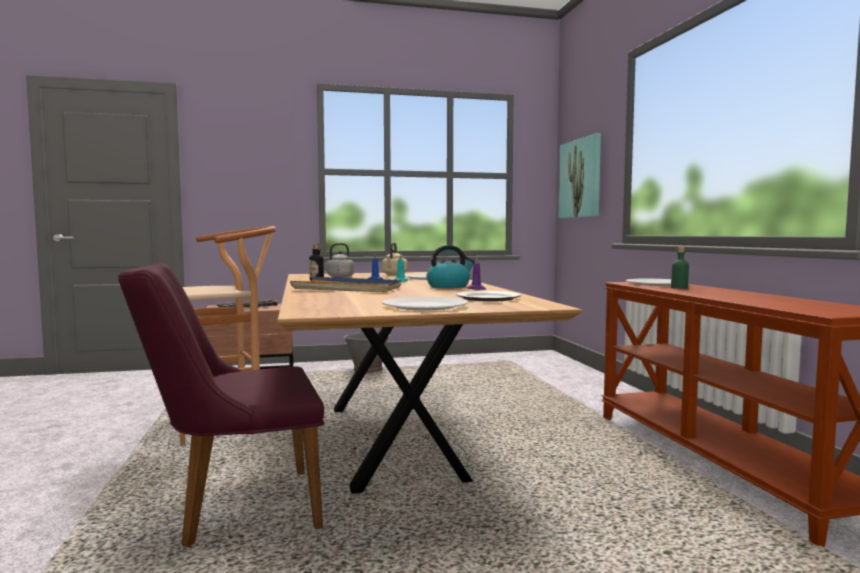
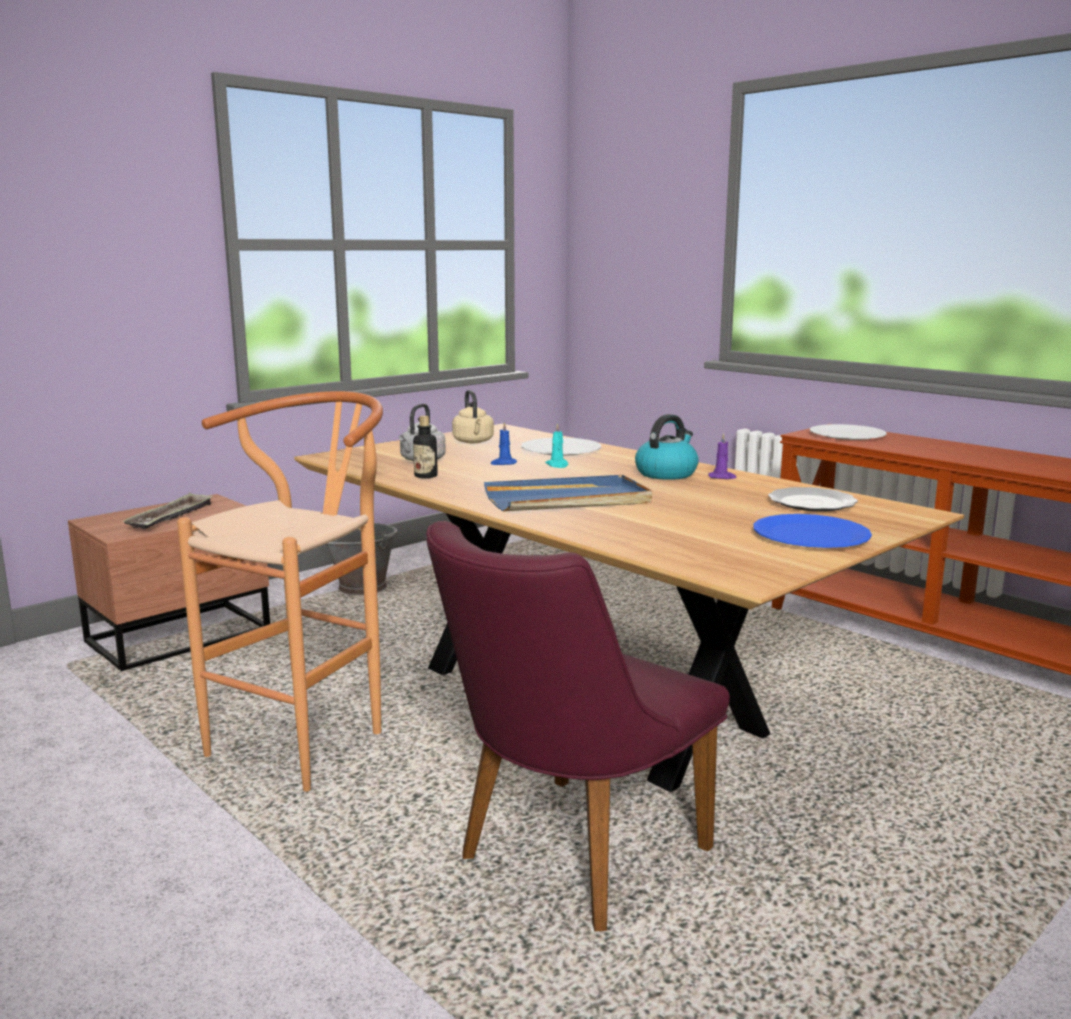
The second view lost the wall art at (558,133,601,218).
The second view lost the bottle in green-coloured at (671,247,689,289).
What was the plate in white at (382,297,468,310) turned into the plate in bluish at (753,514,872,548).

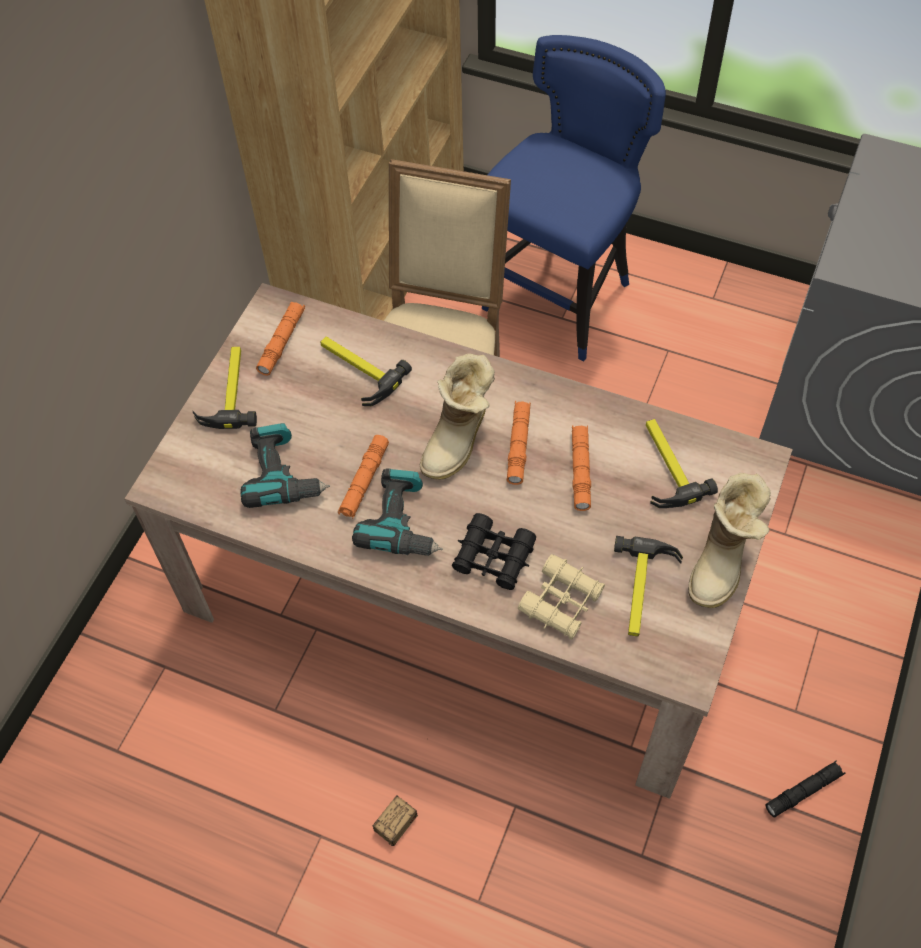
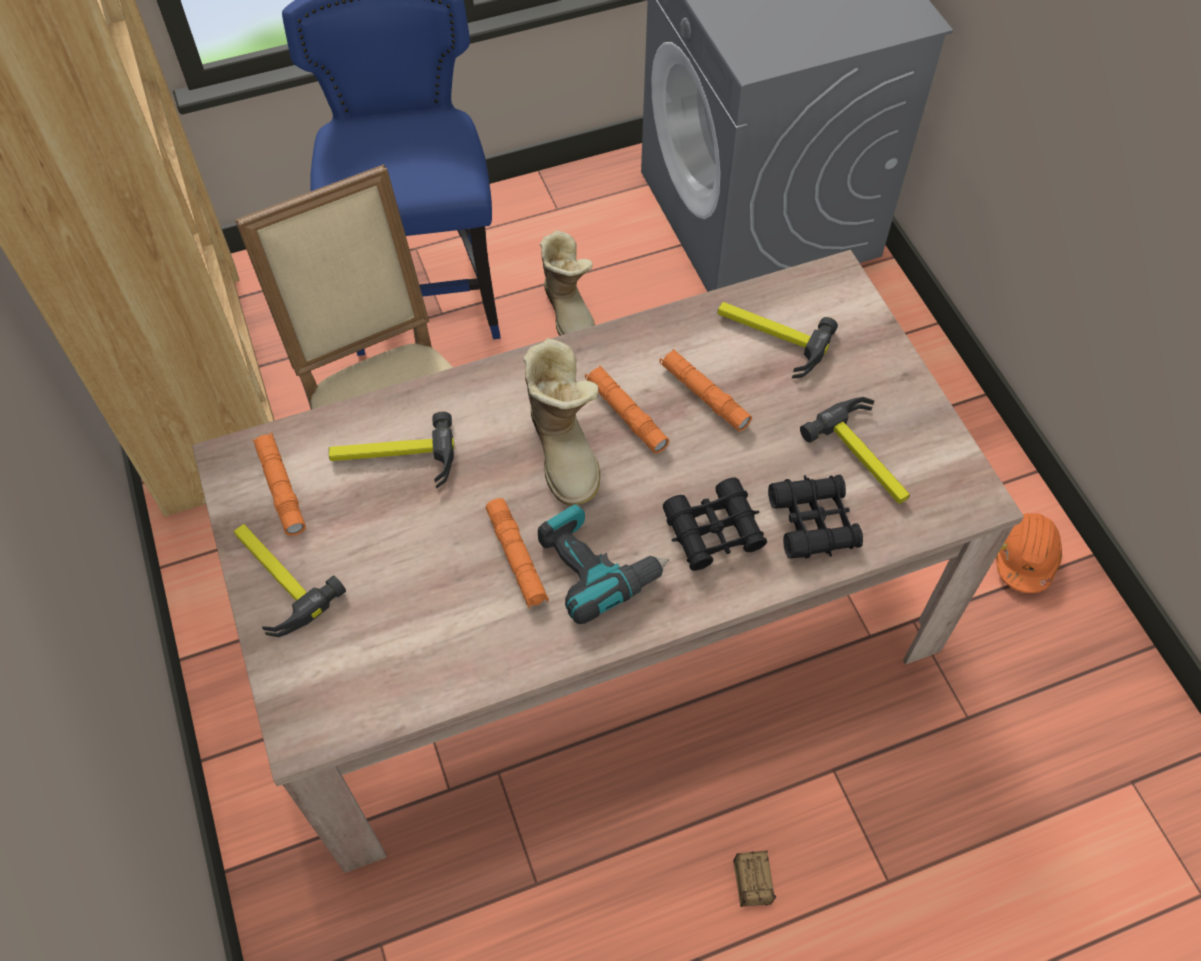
The second view lost the electric drill at (240,423,330,508).
The tall boot ended up elsewhere, having gone from (688,473,771,608) to (540,230,595,336).
Where the flashlight in black stood at (766,760,845,817), the hard hat in orange came to stand at (996,513,1062,593).
What was the binoculars in beige-coloured at (518,554,605,640) turned into the binoculars in black at (768,475,863,559).

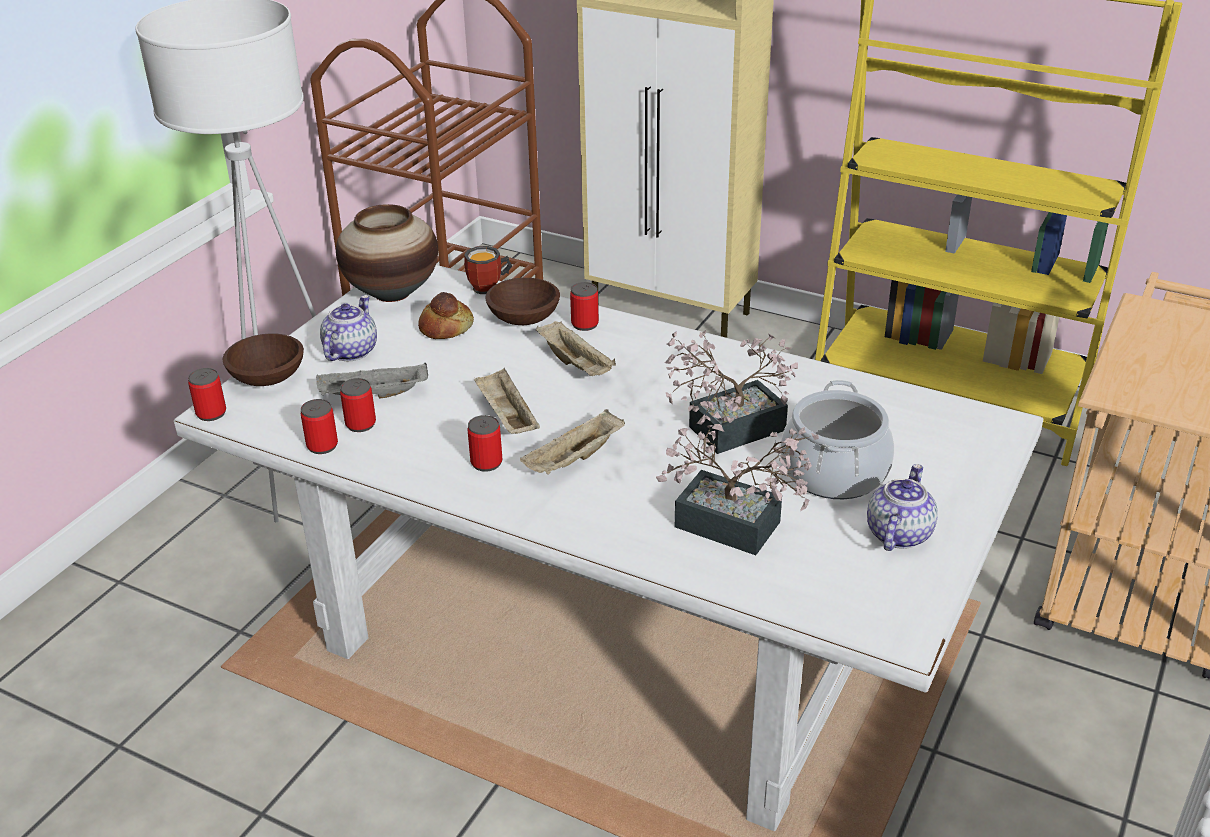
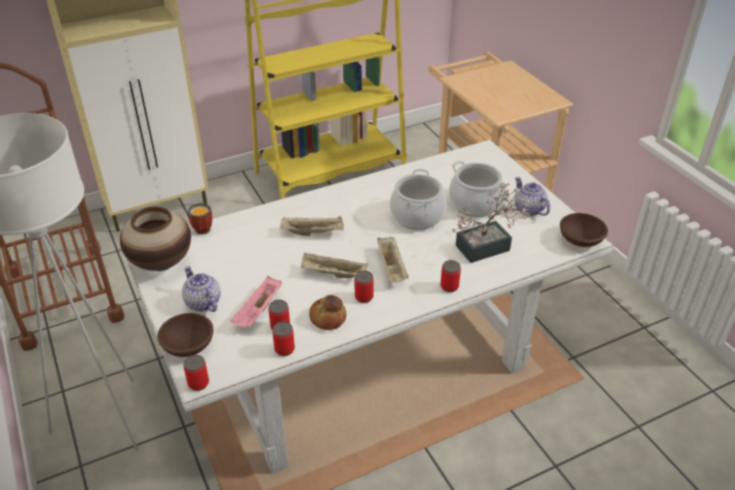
The bakery bread ended up elsewhere, having gone from (418,292,474,339) to (309,295,347,330).
The serving bowl in brownish ended up elsewhere, having gone from (485,278,560,325) to (560,213,608,247).
The metal can ended up elsewhere, having gone from (570,282,599,331) to (440,260,461,292).
Where the houseplant stood at (664,330,798,454), the cooking pot came to stand at (390,169,447,230).
What was the tray in gray at (316,362,428,398) turned into the tray in pink at (230,276,282,327).

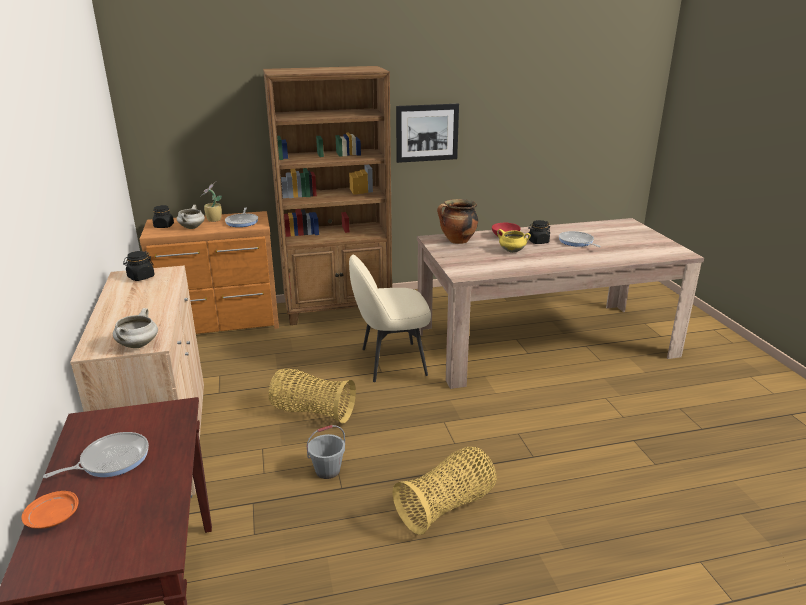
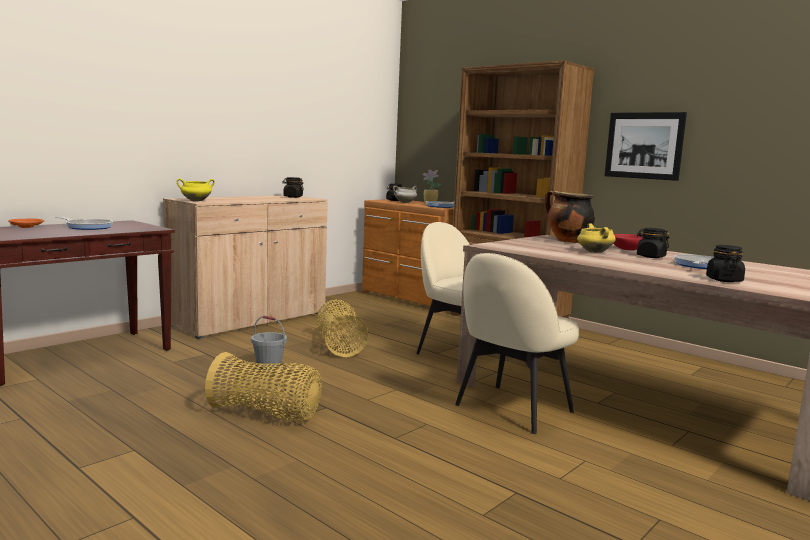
The second view gained the chair in beige-coloured at (455,253,579,434).
The second view gained the jar in black at (706,245,745,282).
What was the cooking pot in white at (113,308,158,348) turned into the cooking pot in yellow at (177,178,215,201).

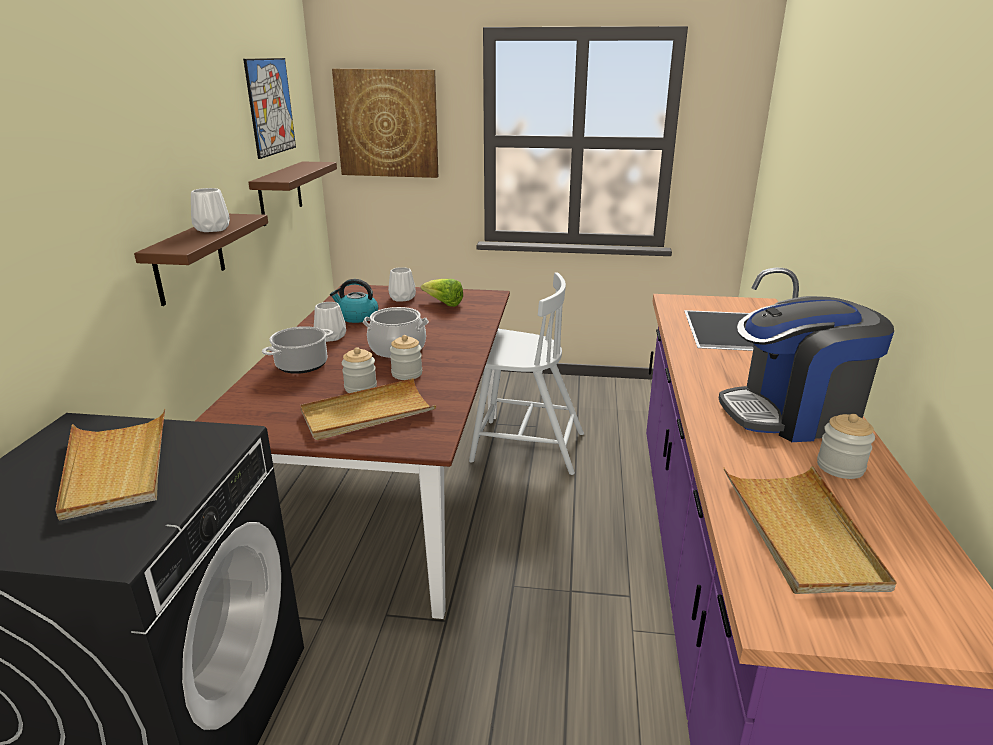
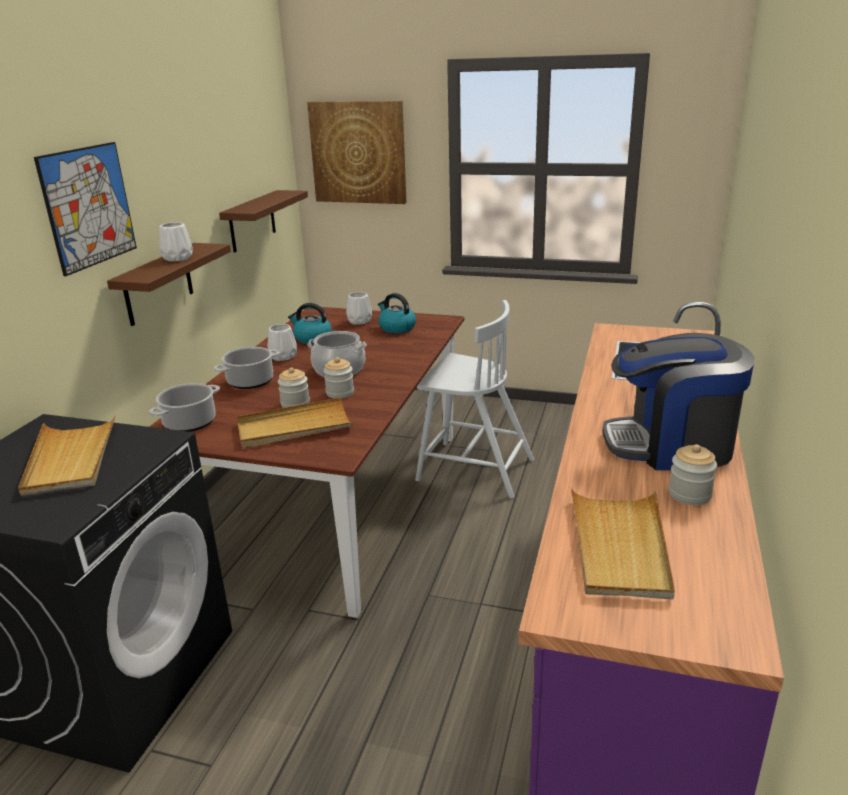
The second view gained the cooking pot at (149,383,220,432).
The wall art ended up elsewhere, having gone from (243,58,296,159) to (34,142,137,276).
Where the lettuce stood at (421,279,463,307), the kettle came to stand at (378,293,416,333).

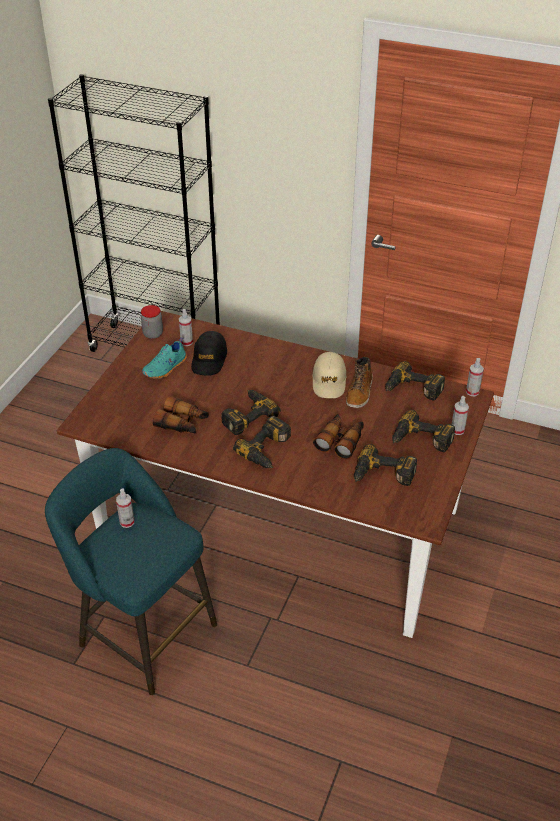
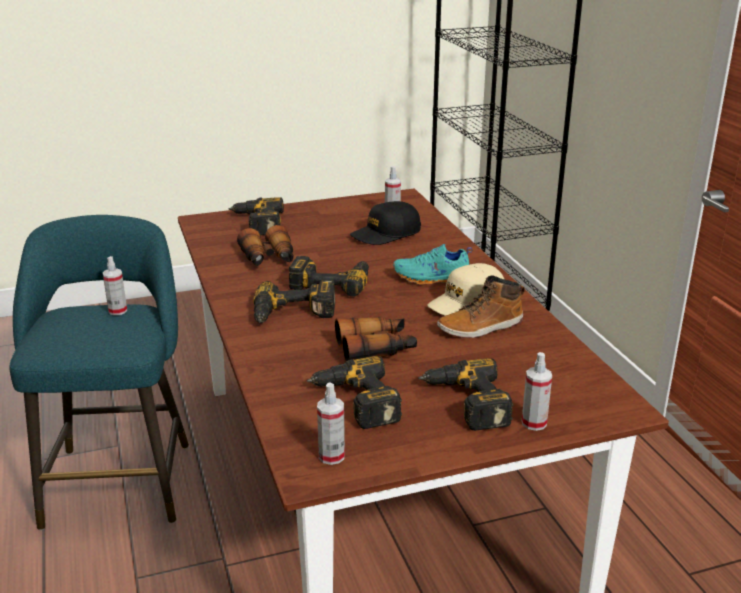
The second view lost the jar at (141,305,163,339).
The item of footwear in turquoise-coloured ended up elsewhere, having gone from (142,338,187,379) to (393,244,472,285).
The electric drill ended up elsewhere, having gone from (385,361,445,401) to (228,197,284,236).
The hand sprayer ended up elsewhere, having gone from (466,358,484,396) to (317,382,345,465).

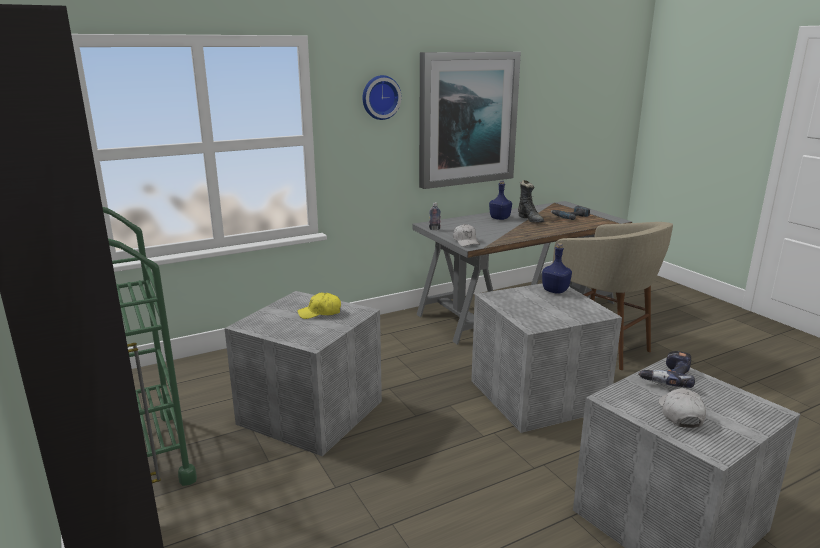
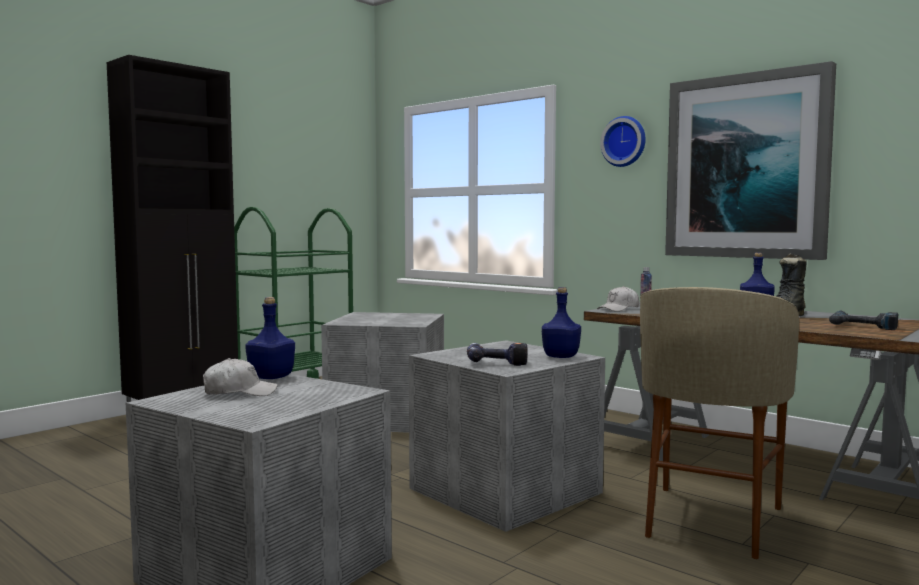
The second view lost the cap in yellow at (298,293,341,319).
The second view gained the bottle in bluish at (245,297,295,379).
The electric drill ended up elsewhere, having gone from (638,351,695,388) to (467,343,527,366).

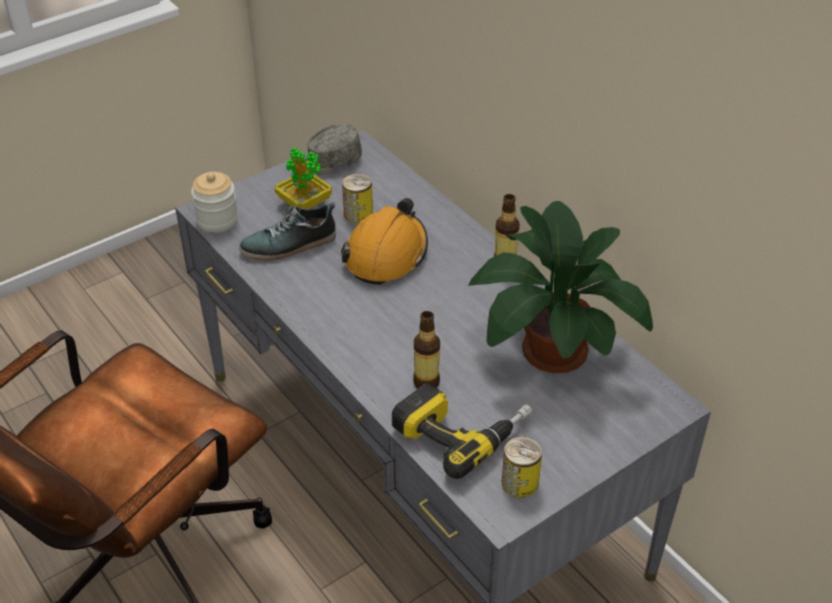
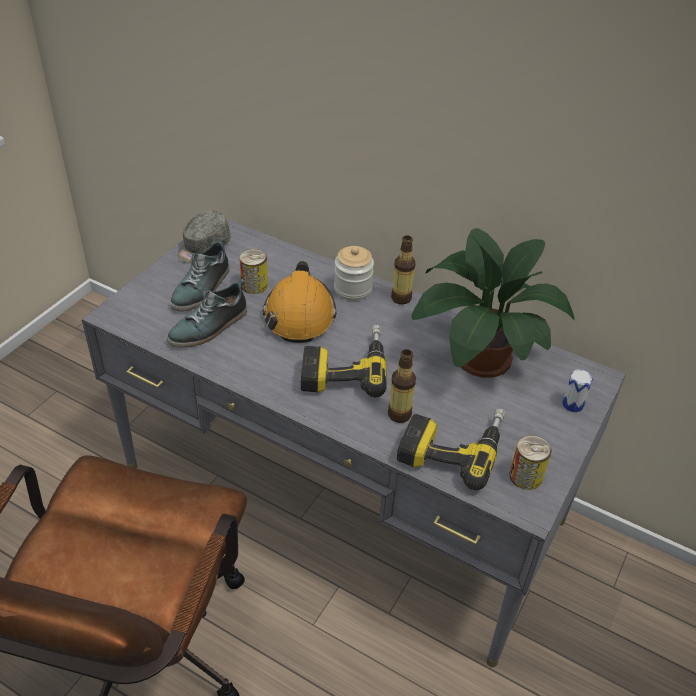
The second view gained the electric drill at (301,325,387,397).
The second view gained the metal can at (562,369,593,412).
The jar ended up elsewhere, having gone from (191,172,238,232) to (334,246,374,301).
Where the houseplant stood at (275,148,332,209), the item of footwear came to stand at (170,237,229,312).

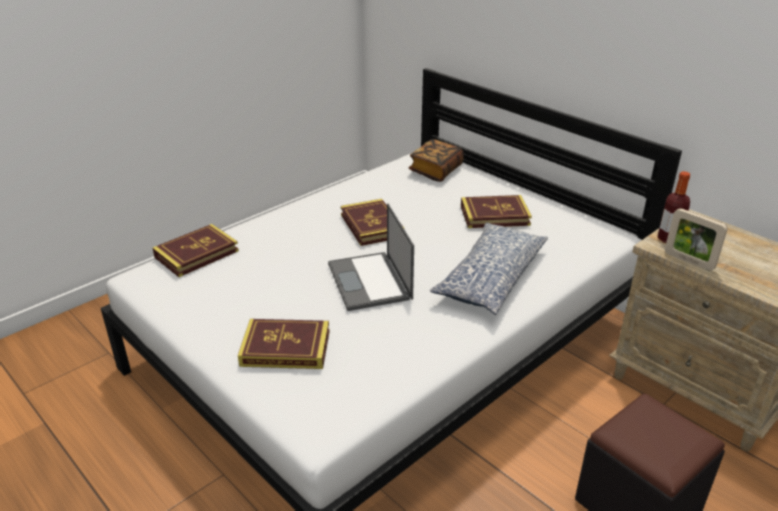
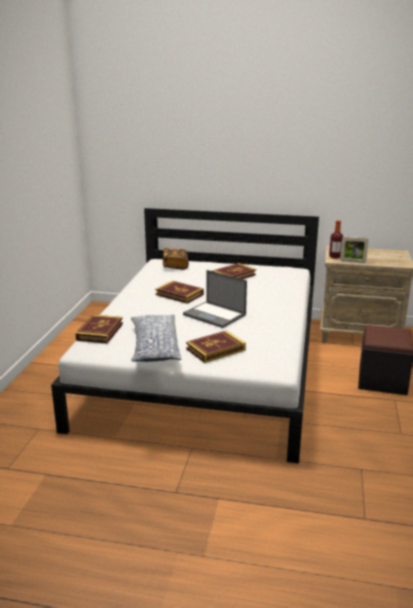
The pillow ended up elsewhere, having gone from (430,223,548,315) to (131,314,182,362).

